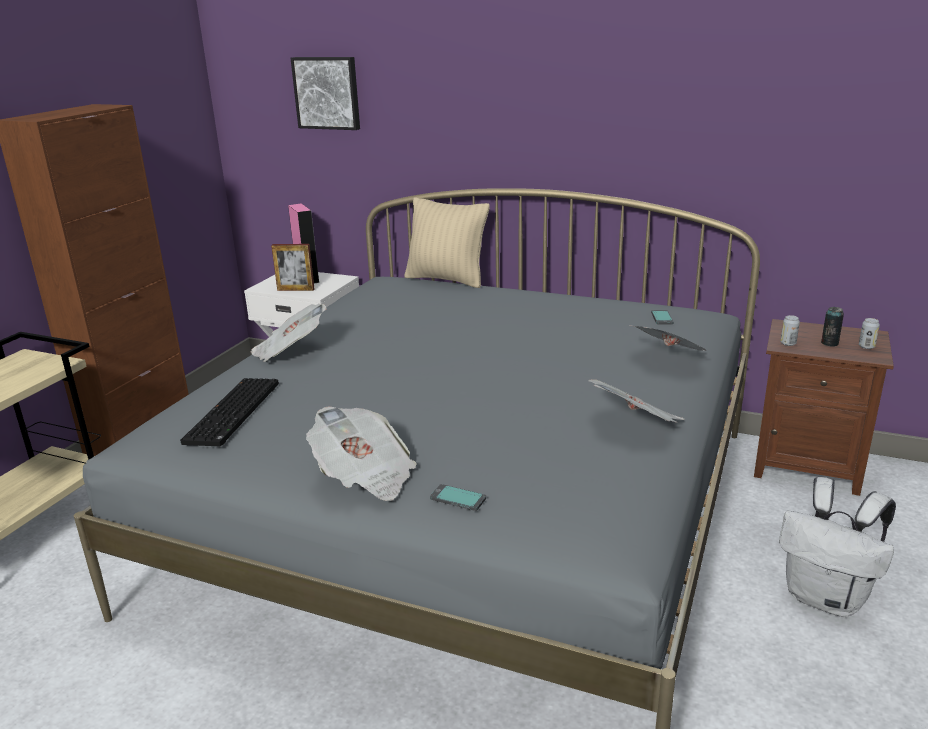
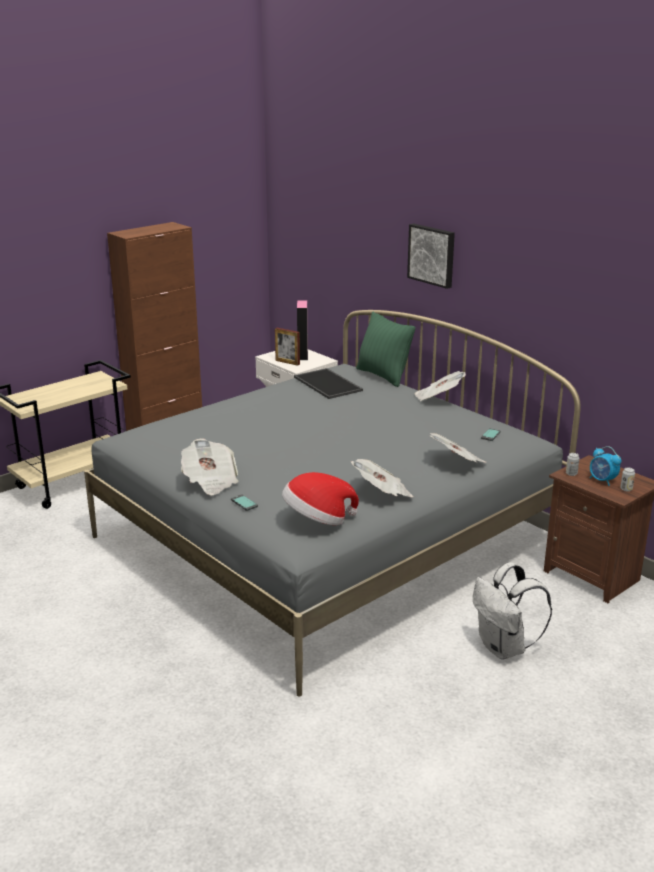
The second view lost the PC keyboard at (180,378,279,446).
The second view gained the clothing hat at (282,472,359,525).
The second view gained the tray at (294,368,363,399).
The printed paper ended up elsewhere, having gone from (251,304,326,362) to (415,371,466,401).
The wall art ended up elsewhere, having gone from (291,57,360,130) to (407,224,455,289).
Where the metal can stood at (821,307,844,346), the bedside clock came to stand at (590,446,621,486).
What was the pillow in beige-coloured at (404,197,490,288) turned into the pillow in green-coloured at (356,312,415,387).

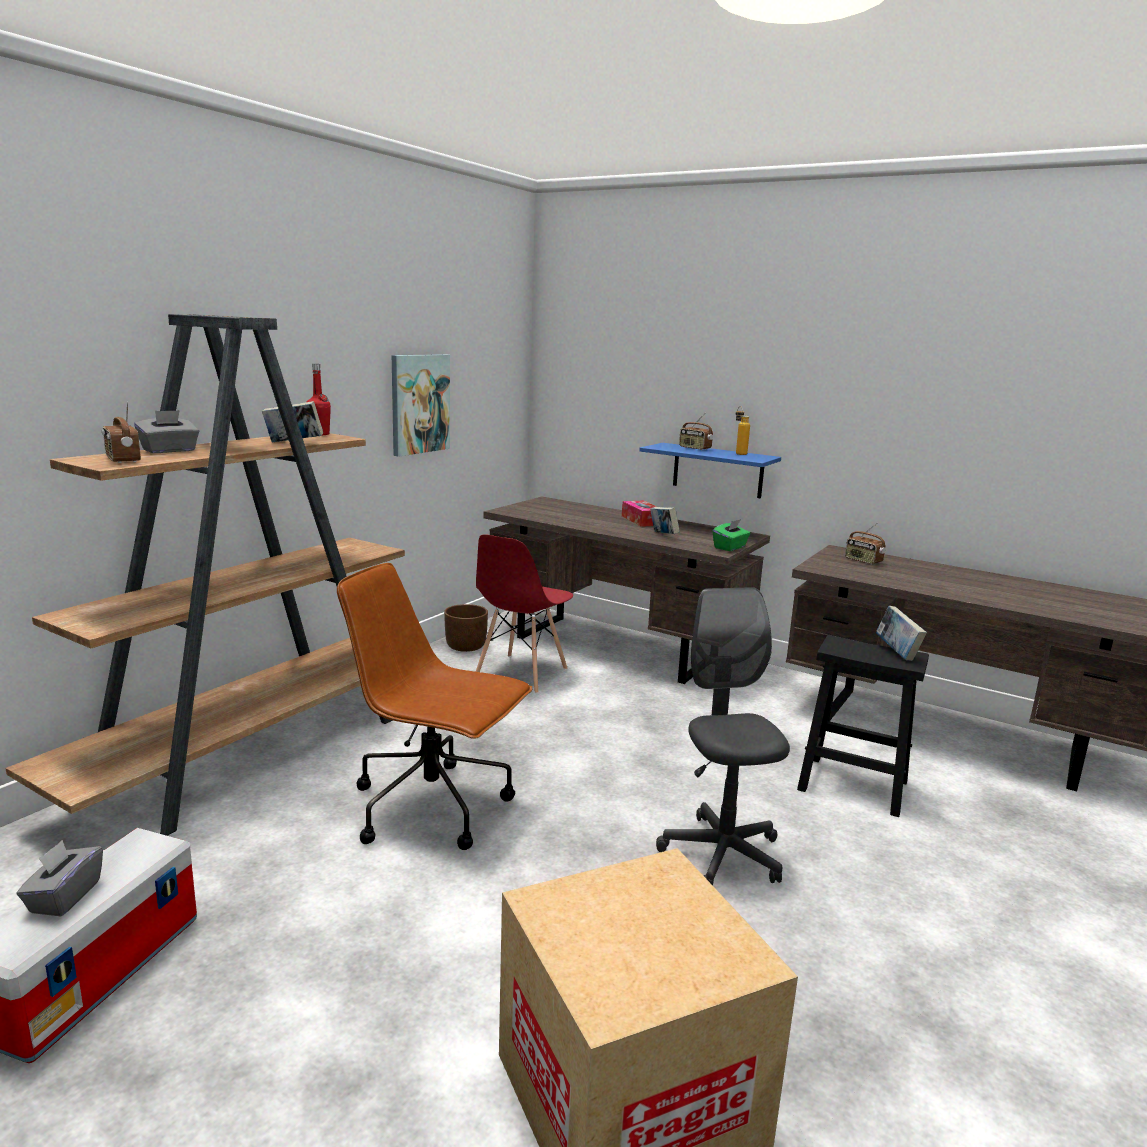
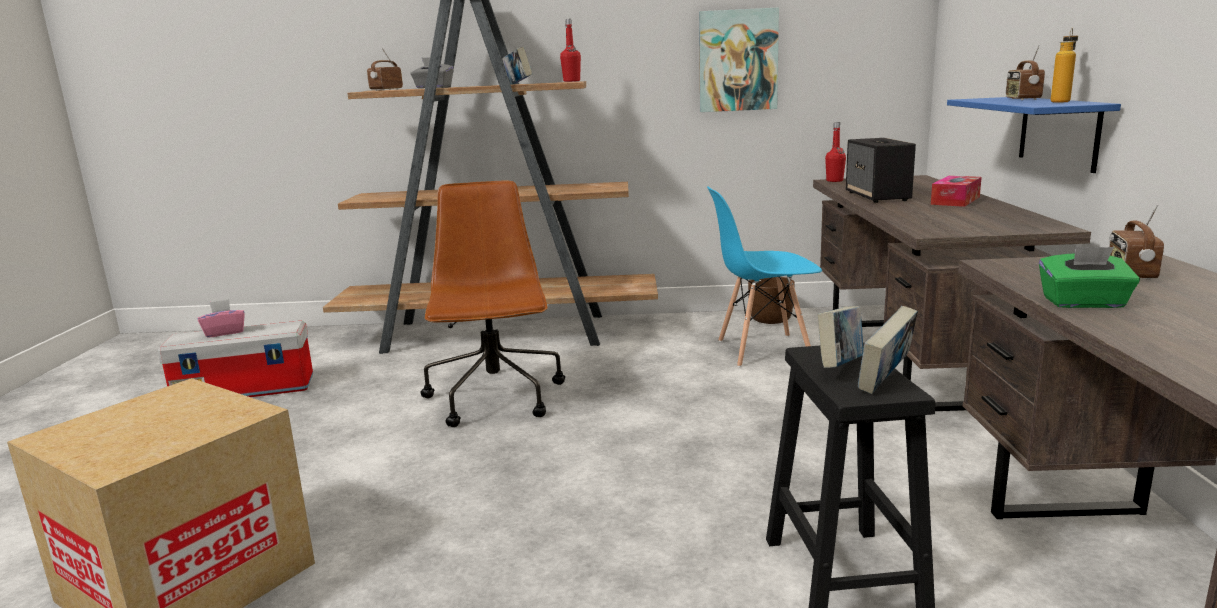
The second view lost the desk chair in gray at (656,587,790,885).
The second view gained the bottle in red at (825,122,846,182).
The second view gained the loudspeaker at (846,138,916,203).
The book ended up elsewhere, having gone from (650,507,680,534) to (818,306,863,368).
The box of tissues in green-coloured ended up elsewhere, having gone from (713,519,750,551) to (1039,246,1140,308).
What was the box of tissues in gray at (16,840,103,916) turned into the box of tissues in pink at (198,299,245,338).
What was the chair in red at (476,534,573,694) turned into the chair in bluish at (707,186,822,367).

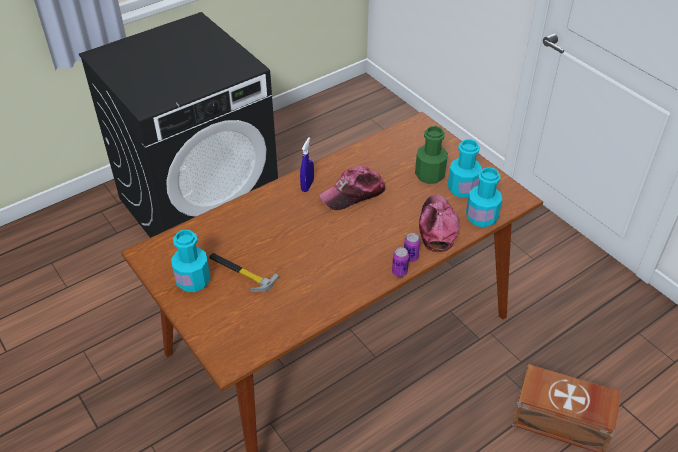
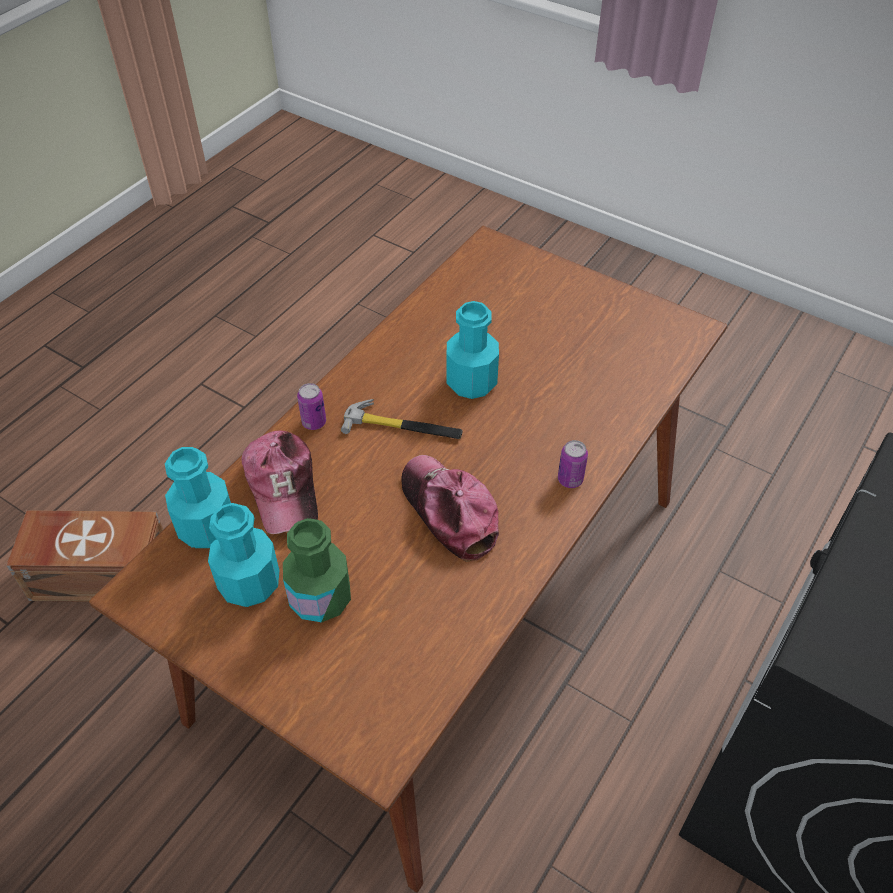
The second view lost the hand sprayer in bluish at (300,137,314,192).
The bottle in turquoise-coloured ended up elsewhere, having gone from (171,230,211,292) to (447,301,499,399).
The hand hammer ended up elsewhere, having gone from (209,253,279,292) to (341,399,463,439).
The metal can ended up elsewhere, having gone from (392,247,409,277) to (558,440,588,488).
The cap at (319,166,386,210) ended up facing another way, 75 degrees counterclockwise from before.

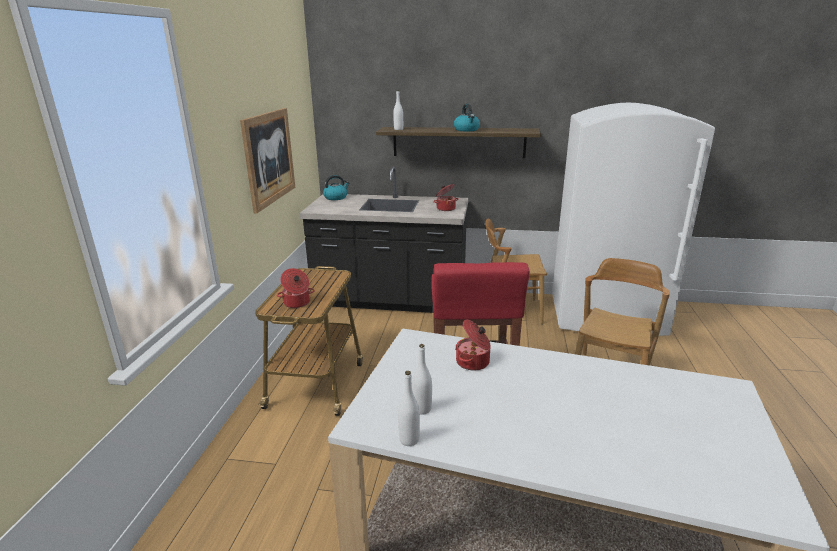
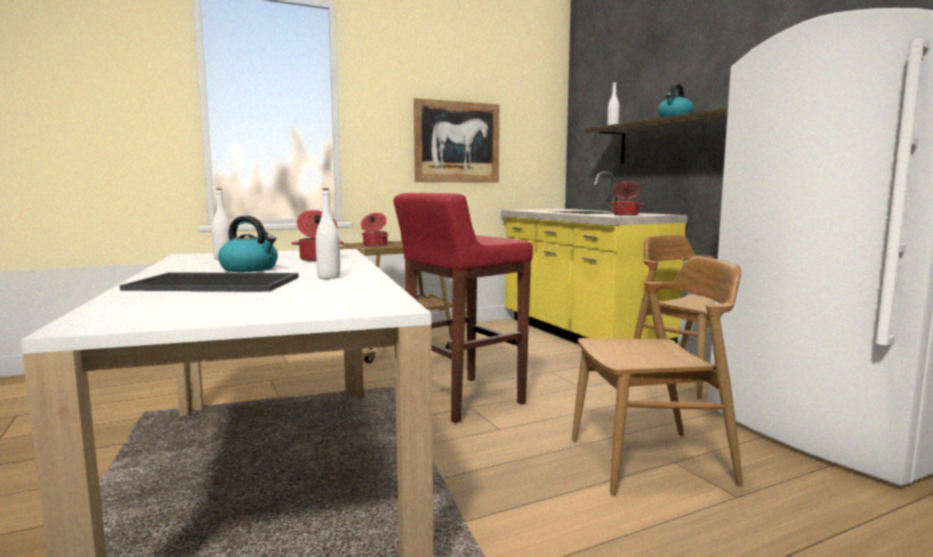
The second view gained the tray at (120,272,298,292).
The kettle ended up elsewhere, having gone from (323,175,350,200) to (218,216,278,272).
The bottle in white ended up elsewhere, having gone from (398,371,420,446) to (316,188,340,279).
What was the kitchen base unit in black at (299,167,468,313) turned into the kitchen base unit in yellow at (501,172,688,344).

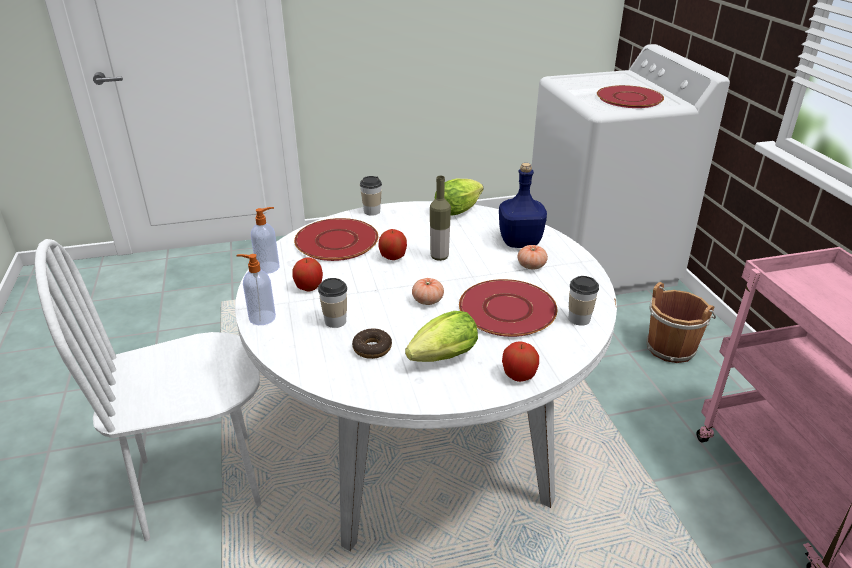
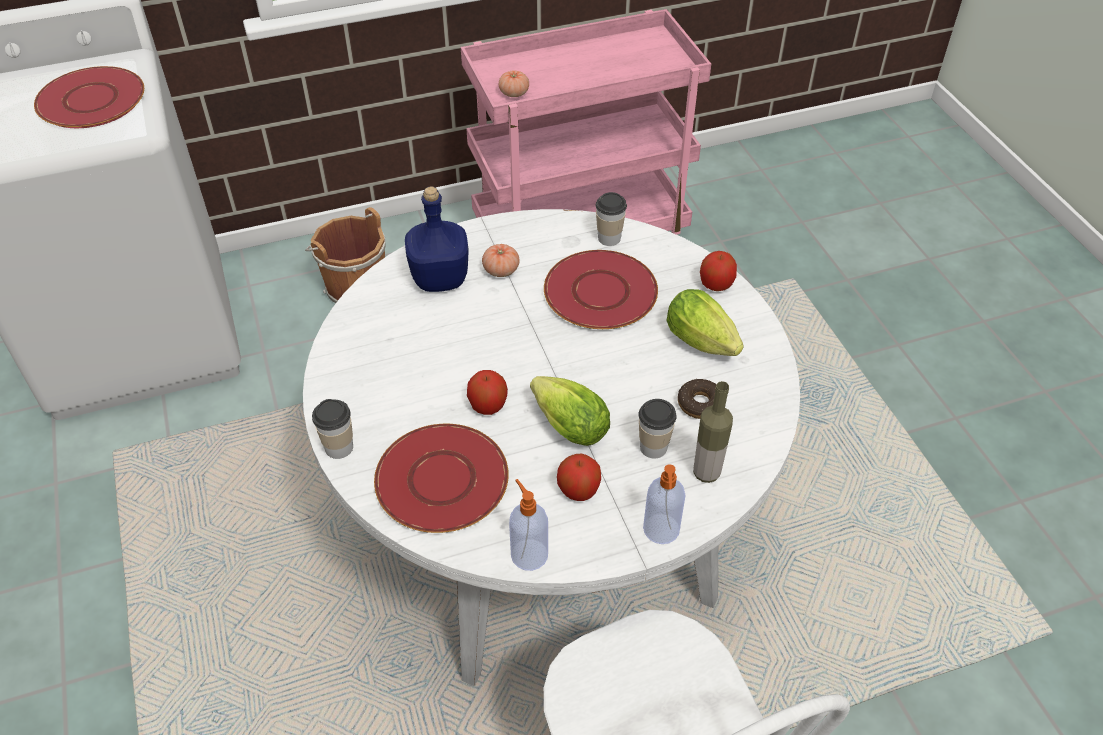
The fresh tomato ended up elsewhere, having gone from (412,278,444,305) to (499,71,529,97).
The bottle ended up elsewhere, having gone from (430,176,451,261) to (693,381,733,483).
The lettuce ended up elsewhere, having gone from (435,179,483,216) to (530,376,610,446).

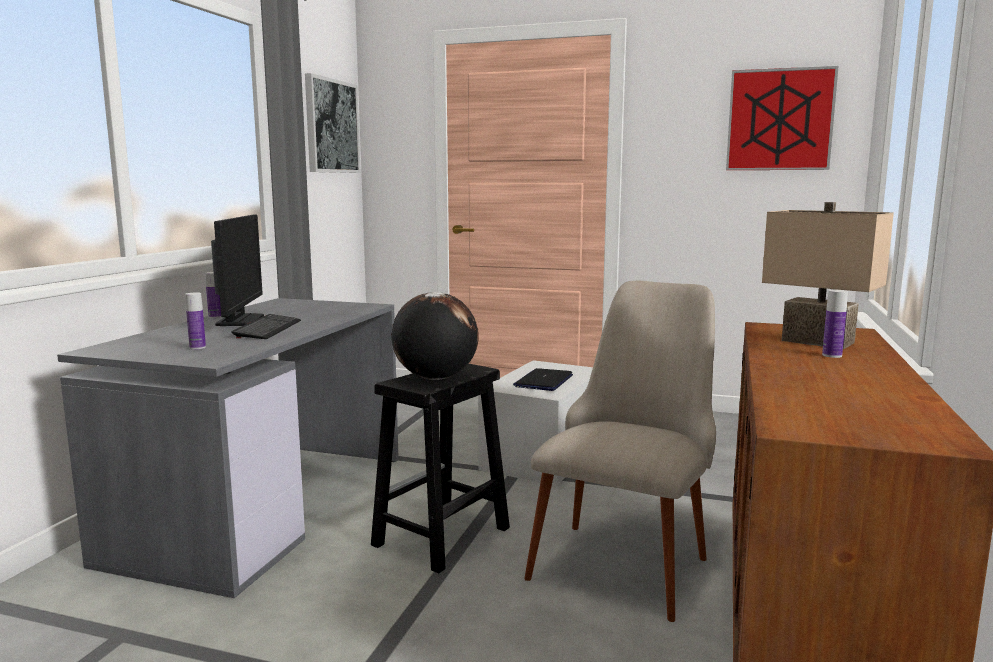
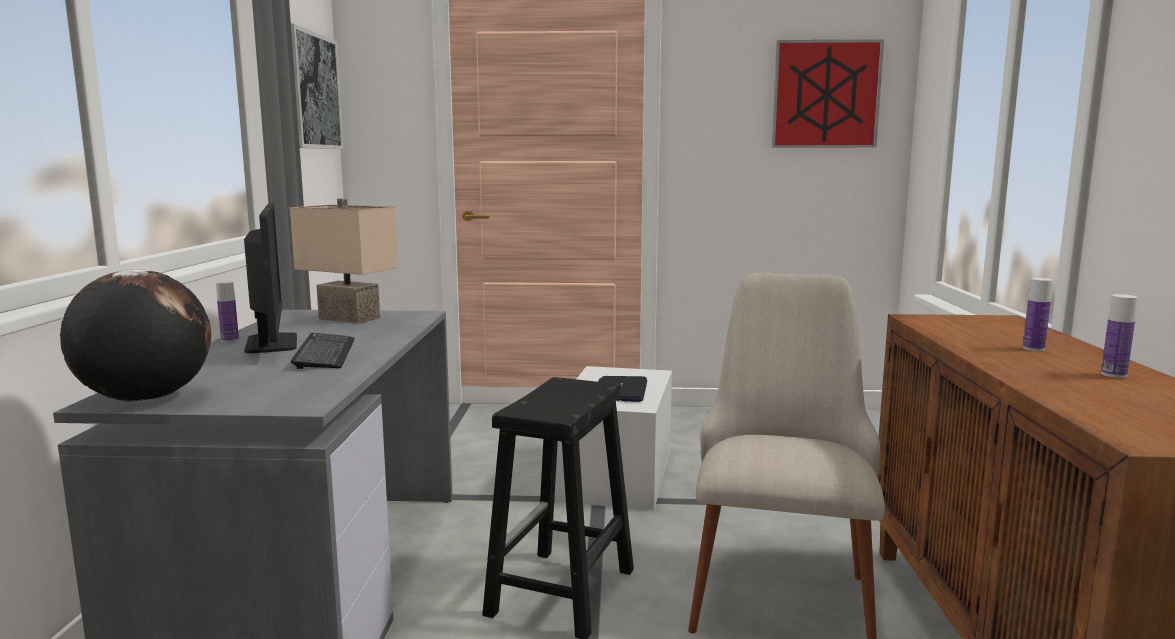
The bottle ended up elsewhere, having gone from (185,293,206,350) to (1101,294,1138,378).
The desk globe ended up elsewhere, having gone from (391,292,479,380) to (60,269,211,402).
The lamp for a table in beige-coloured ended up elsewhere, having gone from (762,202,894,349) to (290,198,398,324).

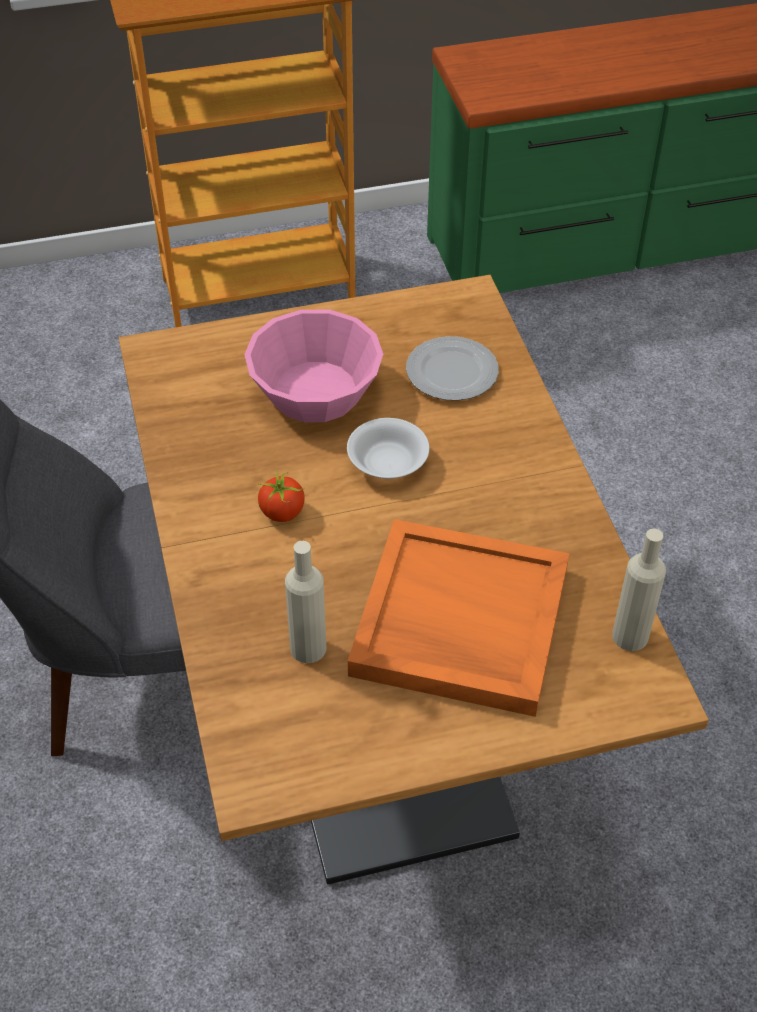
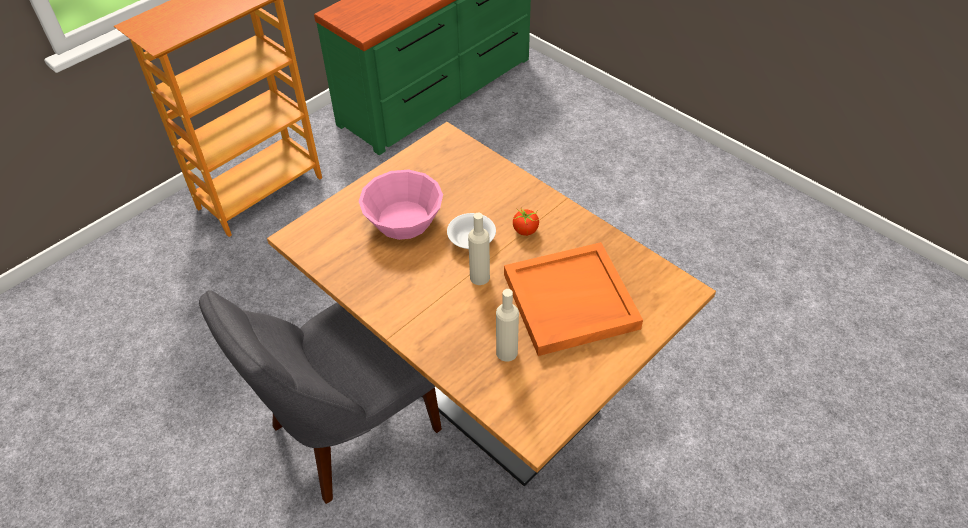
The second view lost the plate at (406,336,499,401).
The fresh tomato ended up elsewhere, having gone from (258,470,305,522) to (513,208,539,236).
The bottle in beige-coloured ended up elsewhere, having gone from (612,529,666,651) to (468,213,490,285).

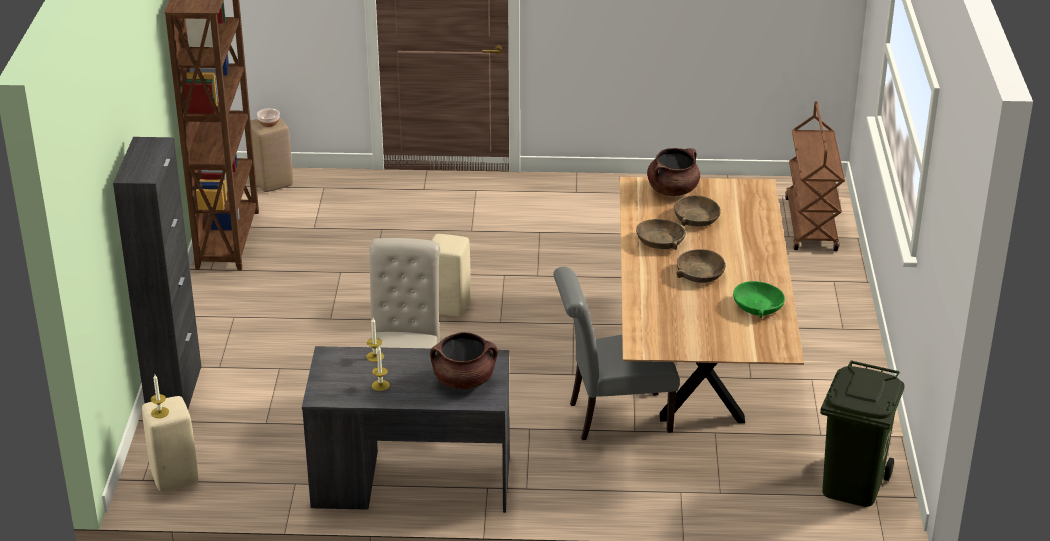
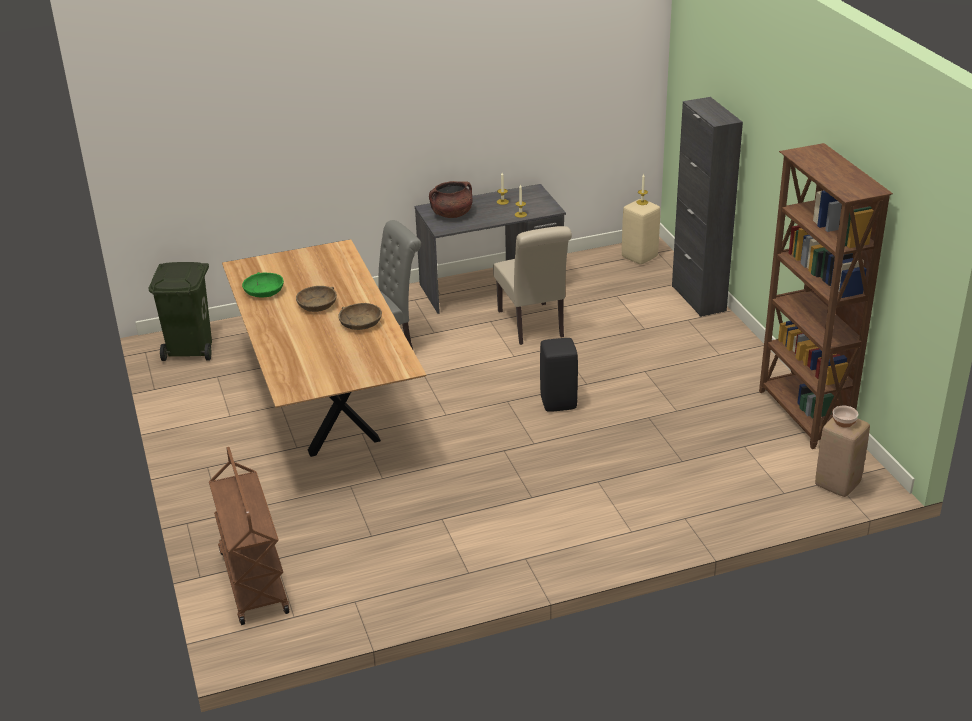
The second view lost the cooking pot in brownish at (647,148,700,196).
The second view lost the serving bowl in brownish at (674,195,721,226).
What was the stool in beige-coloured at (431,234,471,317) turned into the stool in black at (540,338,578,412).

